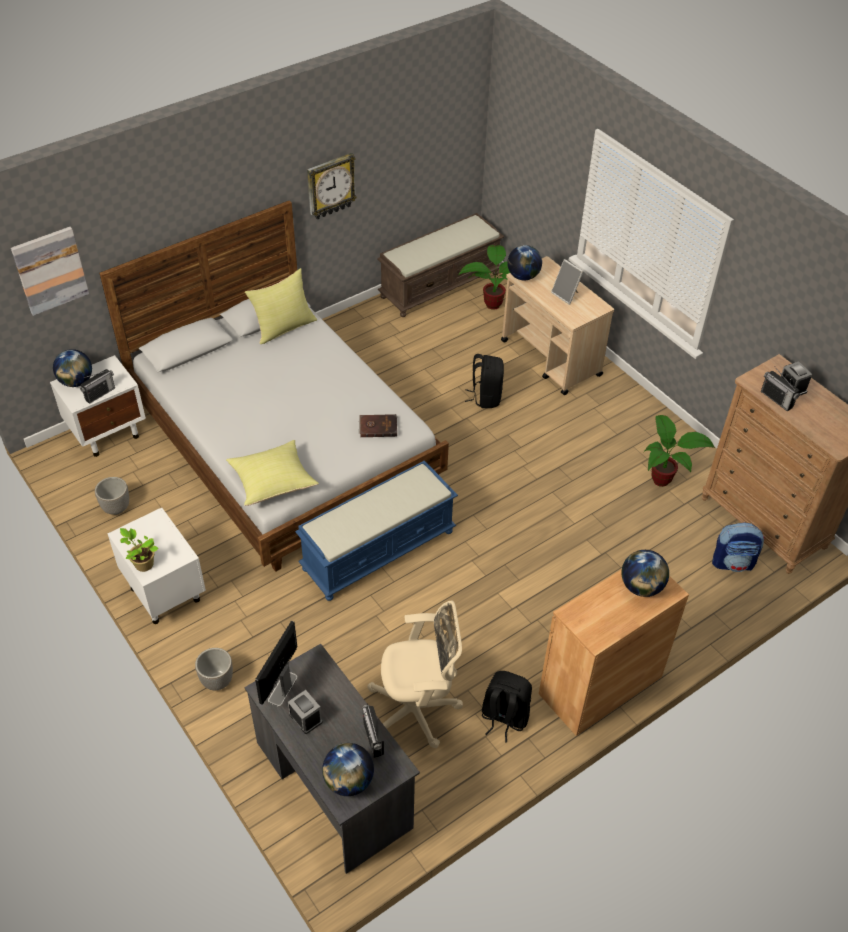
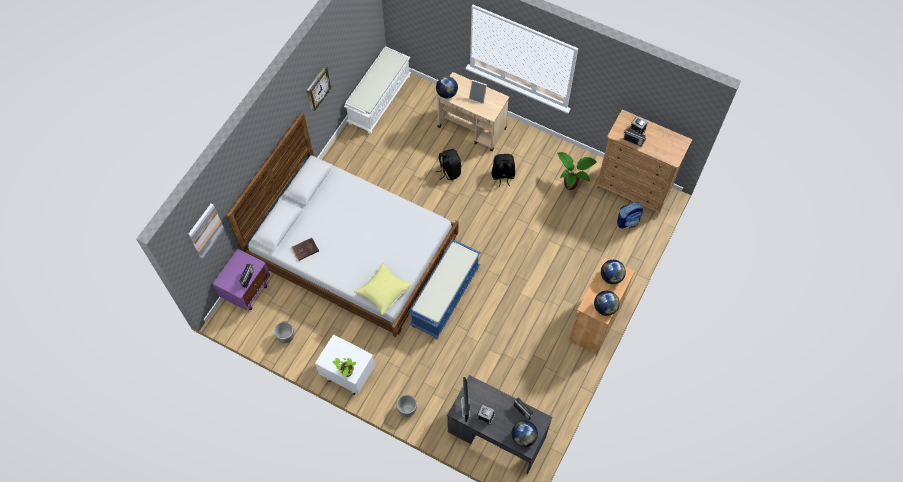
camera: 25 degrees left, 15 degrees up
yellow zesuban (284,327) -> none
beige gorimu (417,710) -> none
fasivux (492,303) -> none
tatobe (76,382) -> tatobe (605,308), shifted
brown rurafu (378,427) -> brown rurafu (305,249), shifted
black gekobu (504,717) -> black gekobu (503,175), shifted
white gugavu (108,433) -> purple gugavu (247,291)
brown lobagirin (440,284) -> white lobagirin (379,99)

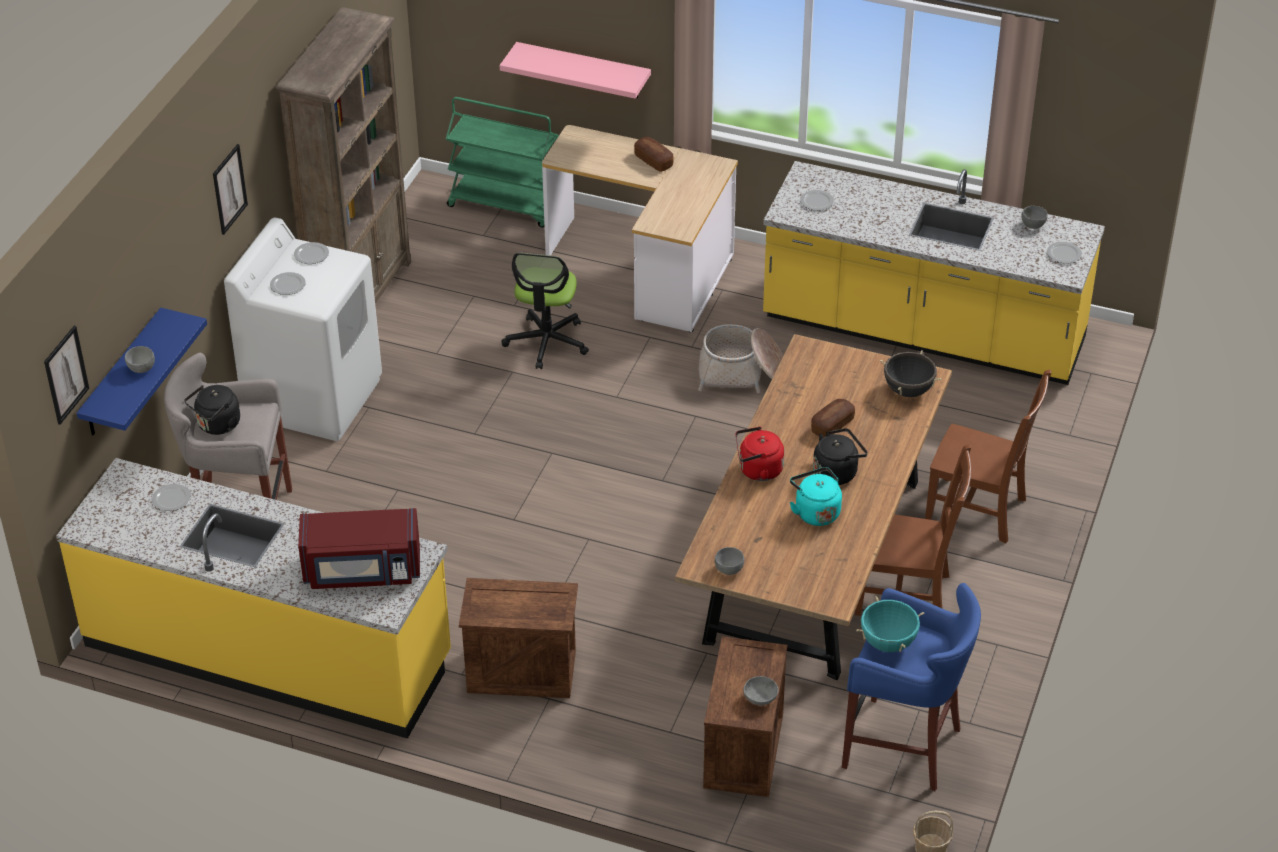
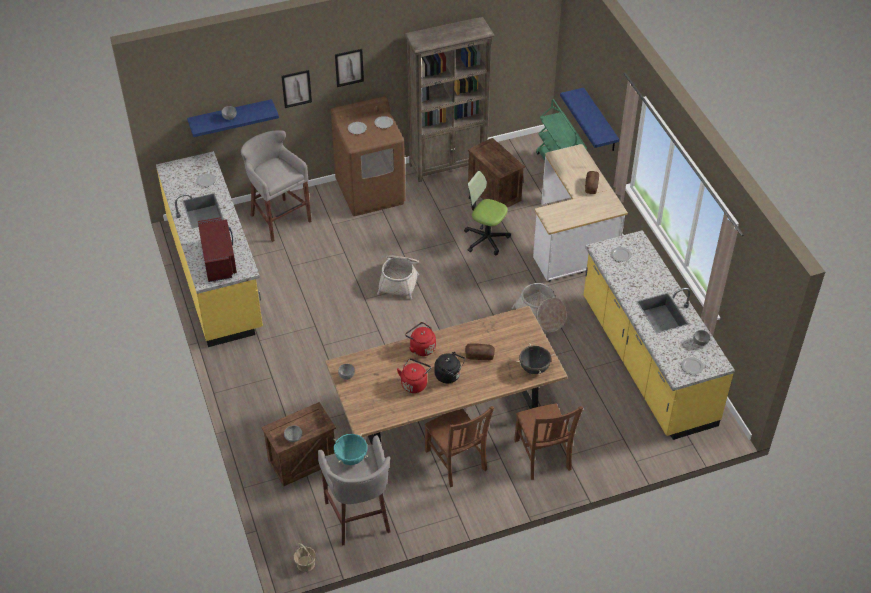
camera: 50 degrees right, 5 degrees up
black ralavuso (217,425) -> none
none -> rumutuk (399,280)
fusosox (66,374) -> fusosox (296,88), shifted
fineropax (520,672) -> fineropax (493,193), shifted
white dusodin (314,397) -> brown dusodin (371,192)
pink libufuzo (583,70) -> blue libufuzo (600,121)
turquoise ralavuso (815,512) -> red ralavuso (414,383)
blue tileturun (905,746) -> grey tileturun (359,518)
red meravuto (362,571) -> red meravuto (219,260), 150 degrees counterclockwise
gorimu (546,342) -> gorimu (486,239), 60 degrees clockwise

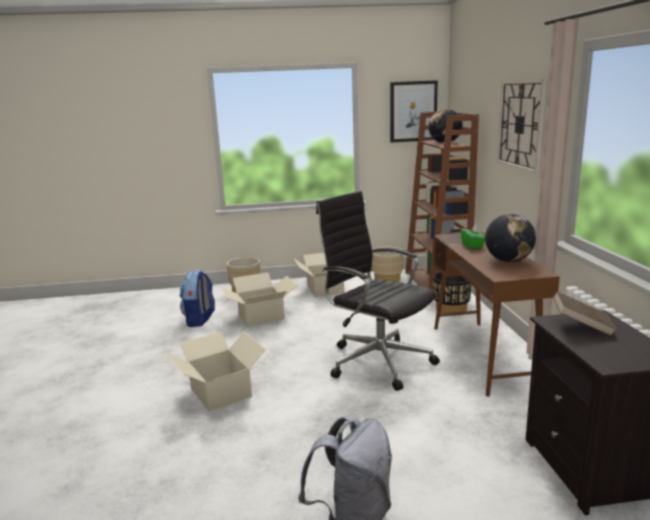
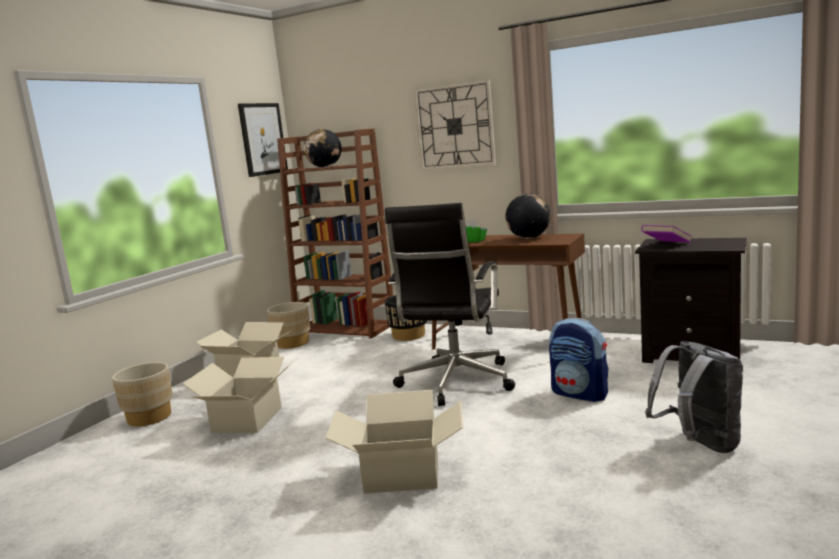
camera: 55 degrees left, 5 degrees down
gekobu (200,320) -> gekobu (580,394), shifted
brown rurafu (581,326) -> purple rurafu (666,245)
black gorimu (377,361) -> black gorimu (455,383), 60 degrees counterclockwise

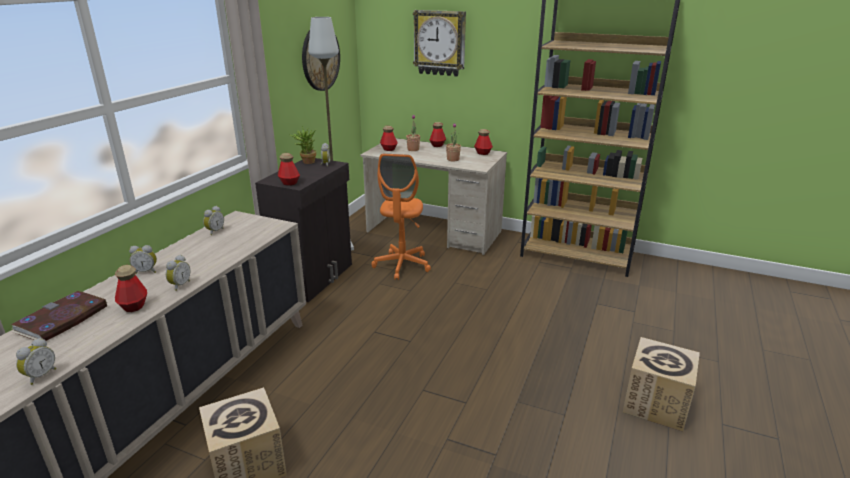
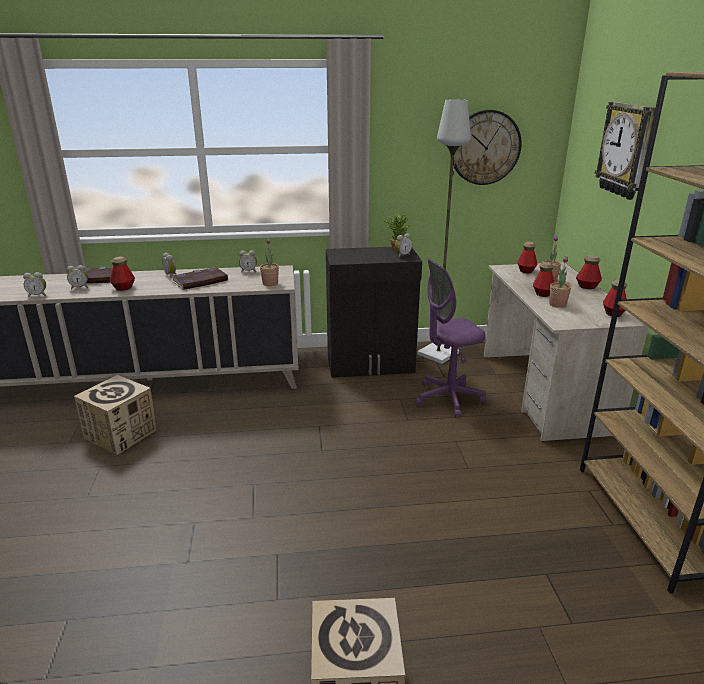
camera: 60 degrees right, 0 degrees up
none -> rurafu (200,281)
none -> fasivux (270,283)
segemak (179,285) -> segemak (80,287), shifted
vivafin (289,183) -> vivafin (542,294), shifted
orange gorimu (402,265) -> purple gorimu (448,398)

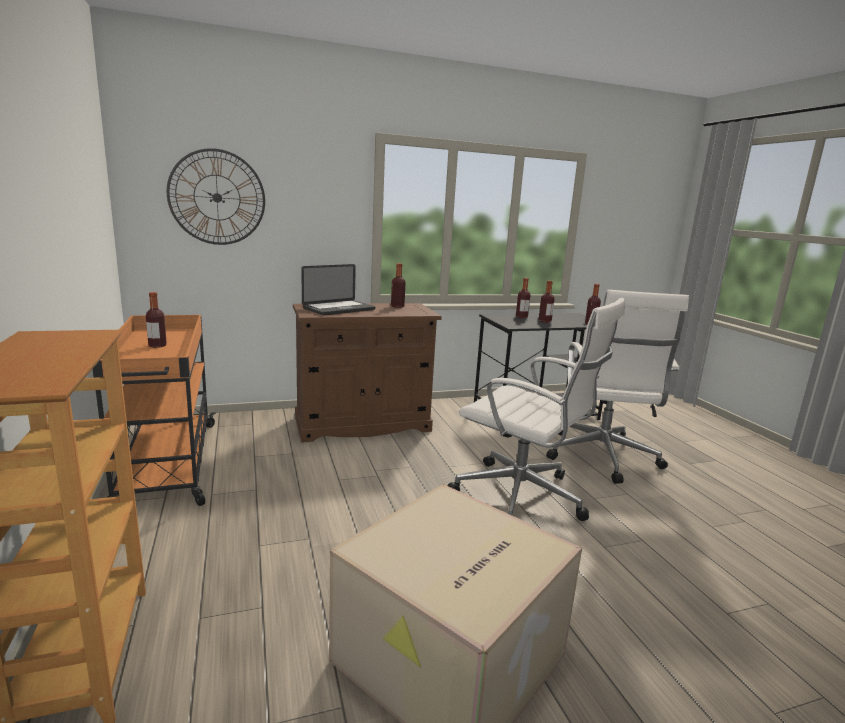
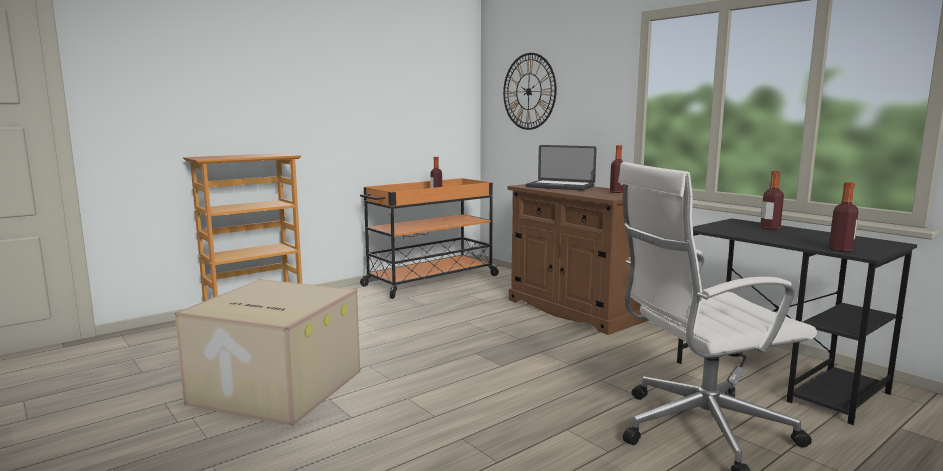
camera: 70 degrees right, 5 degrees down
white gorimu (522,498) -> none
vivafin (544,321) -> none

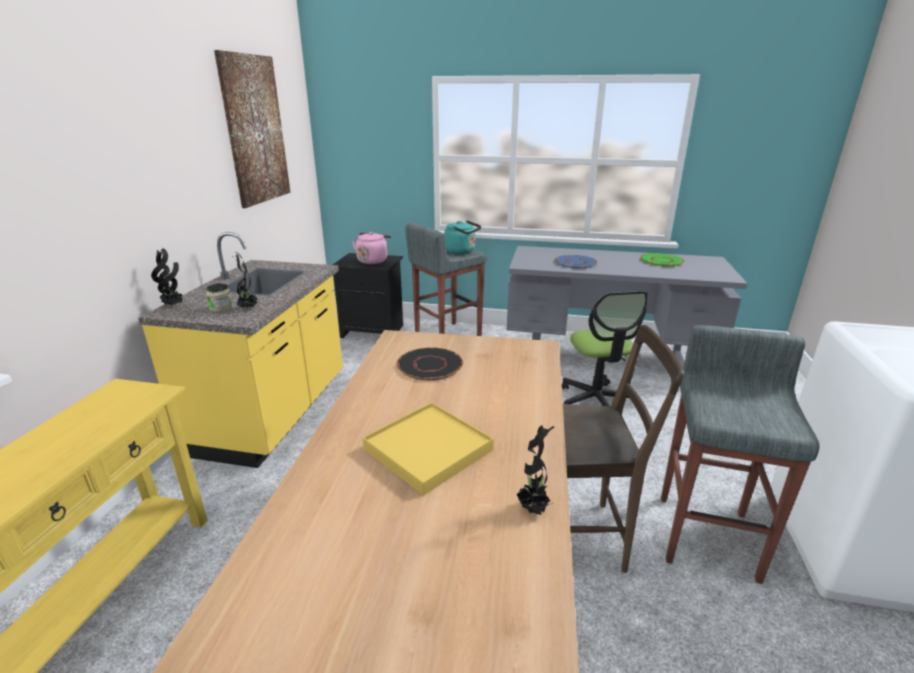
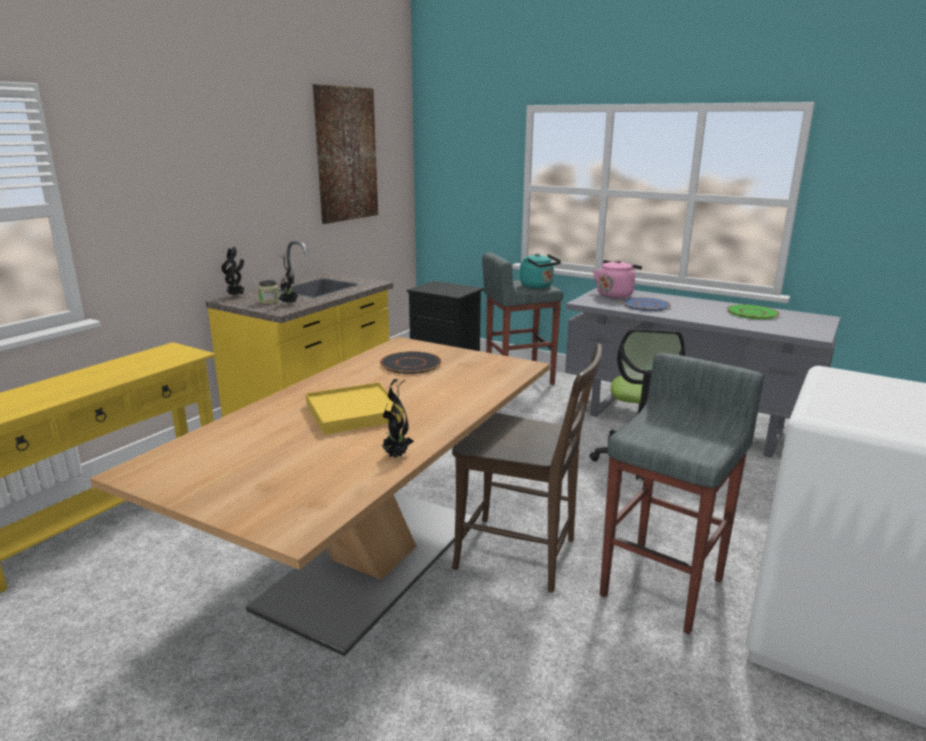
camera: 20 degrees right, 5 degrees down
pink ralavuso (373,260) -> pink ralavuso (615,294), shifted

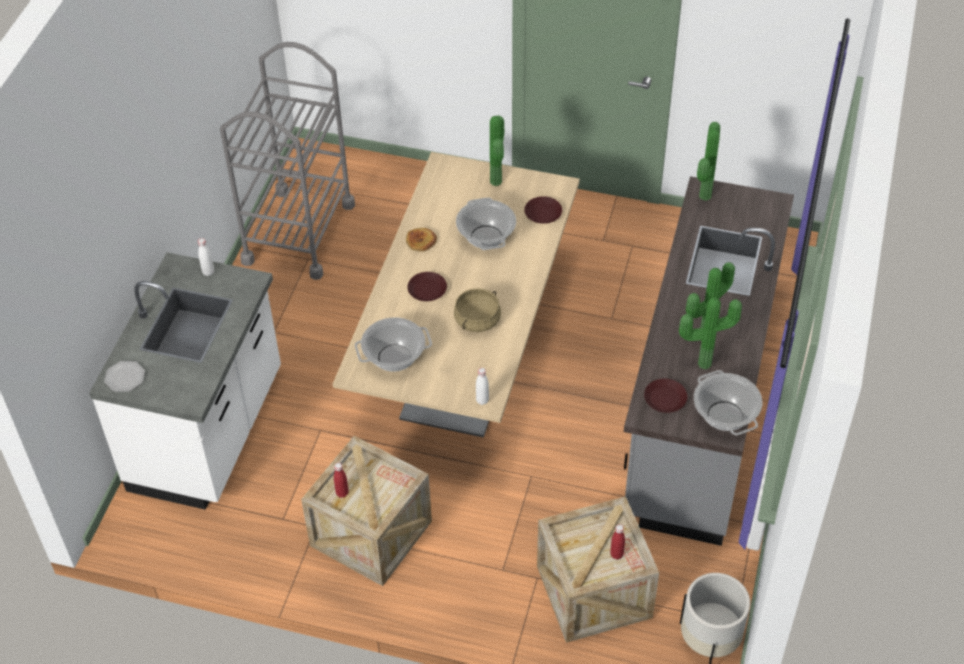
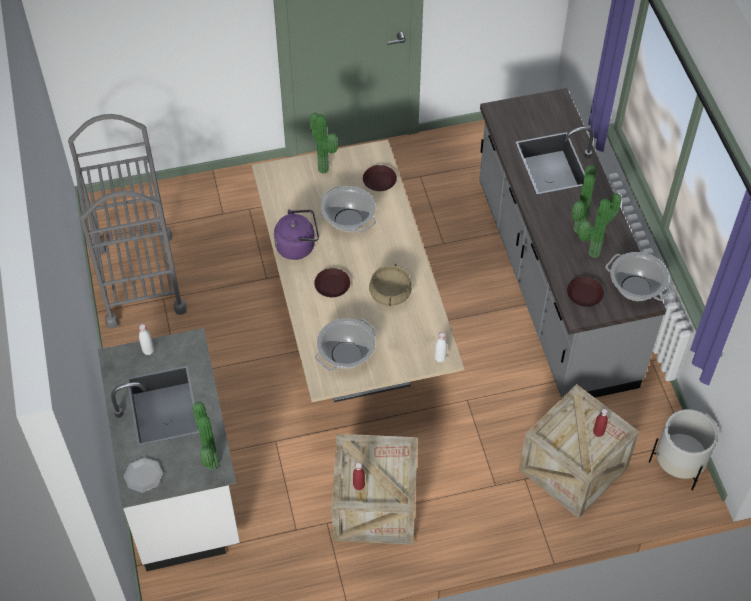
camera: 30 degrees left, 5 degrees up
fasivux (702,196) -> fasivux (210,465), shifted
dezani (421,241) -> purple ralavuso (298,246)

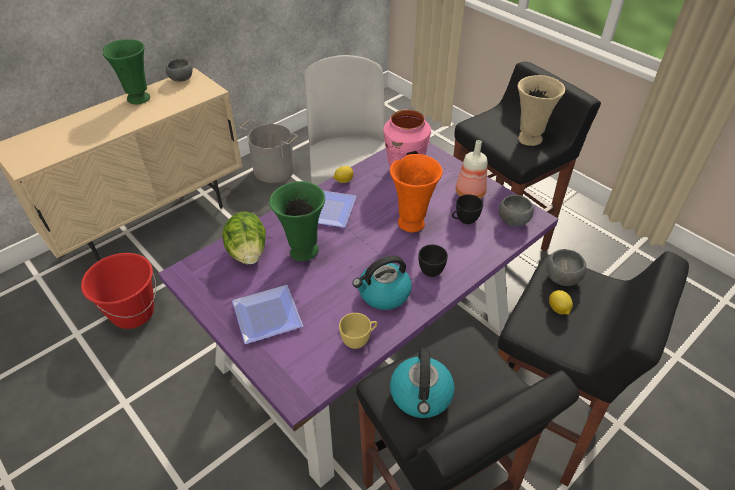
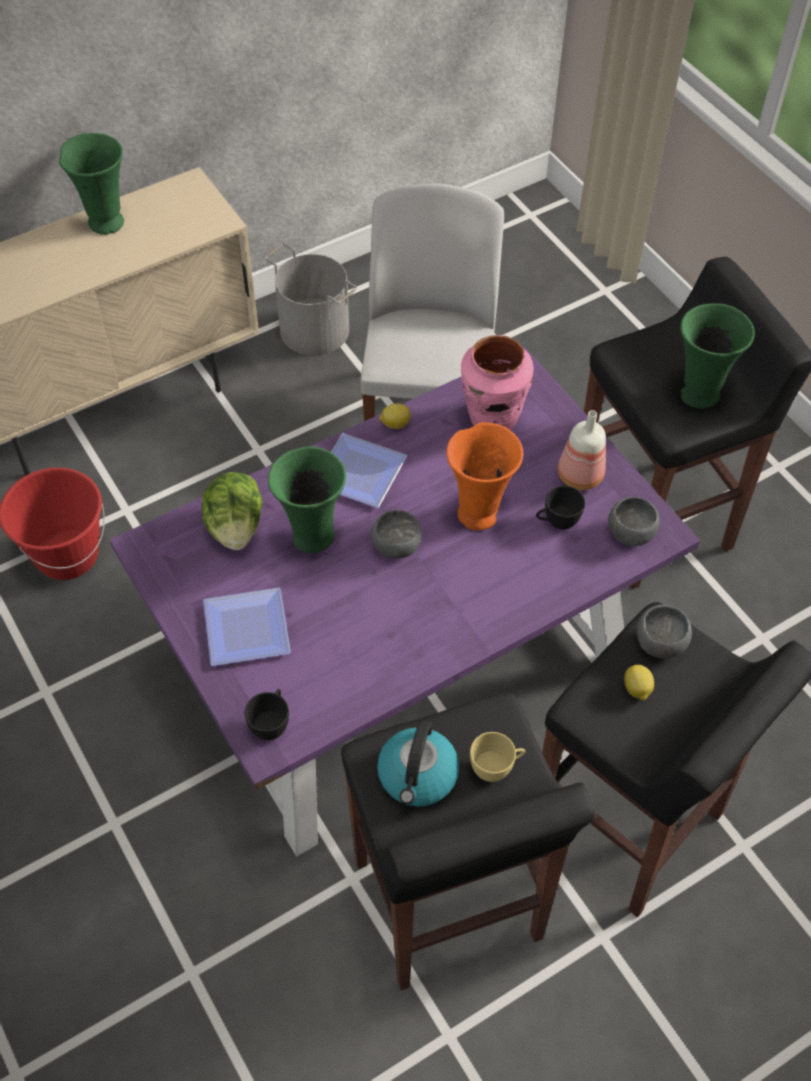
camera: 10 degrees right, 10 degrees up
ralavuso (383,294) -> none
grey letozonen (182,79) -> grey letozonen (397,547), shifted
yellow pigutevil (359,340) -> yellow pigutevil (496,767), shifted
black pigutevil (431,268) -> black pigutevil (271,723), shifted
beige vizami (528,139) -> green vizami (698,395)

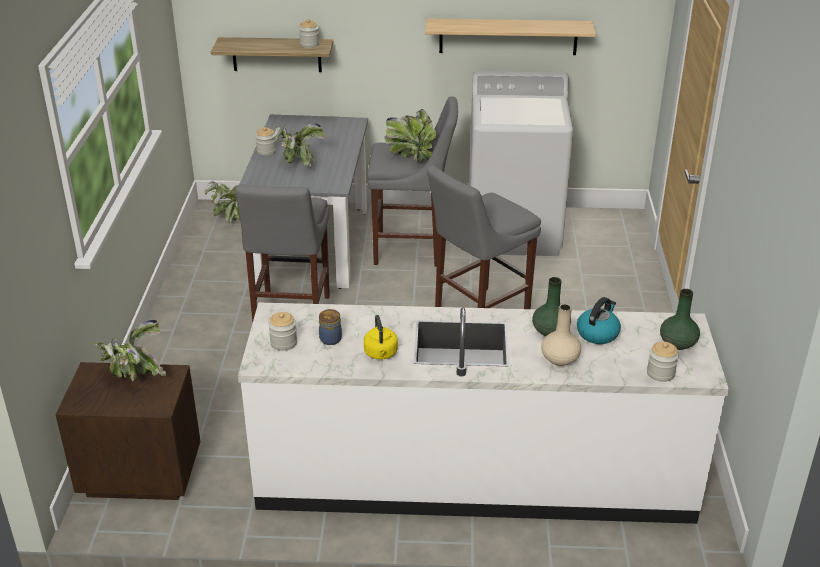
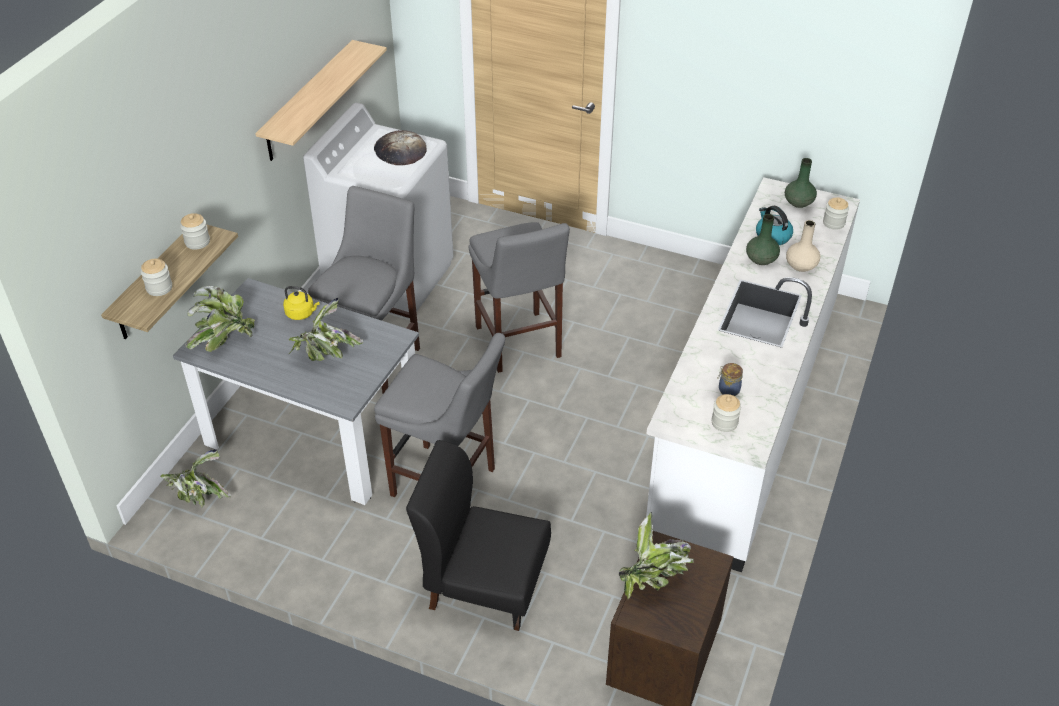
camera: 70 degrees left, 10 degrees up
none -> dezani (400,151)
none -> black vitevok (484,584)
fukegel (266,151) -> fukegel (159,288), shifted
yellow ralavuso (381,354) -> yellow ralavuso (301,313), shifted
fasivux (411,156) -> fasivux (223,339), shifted

